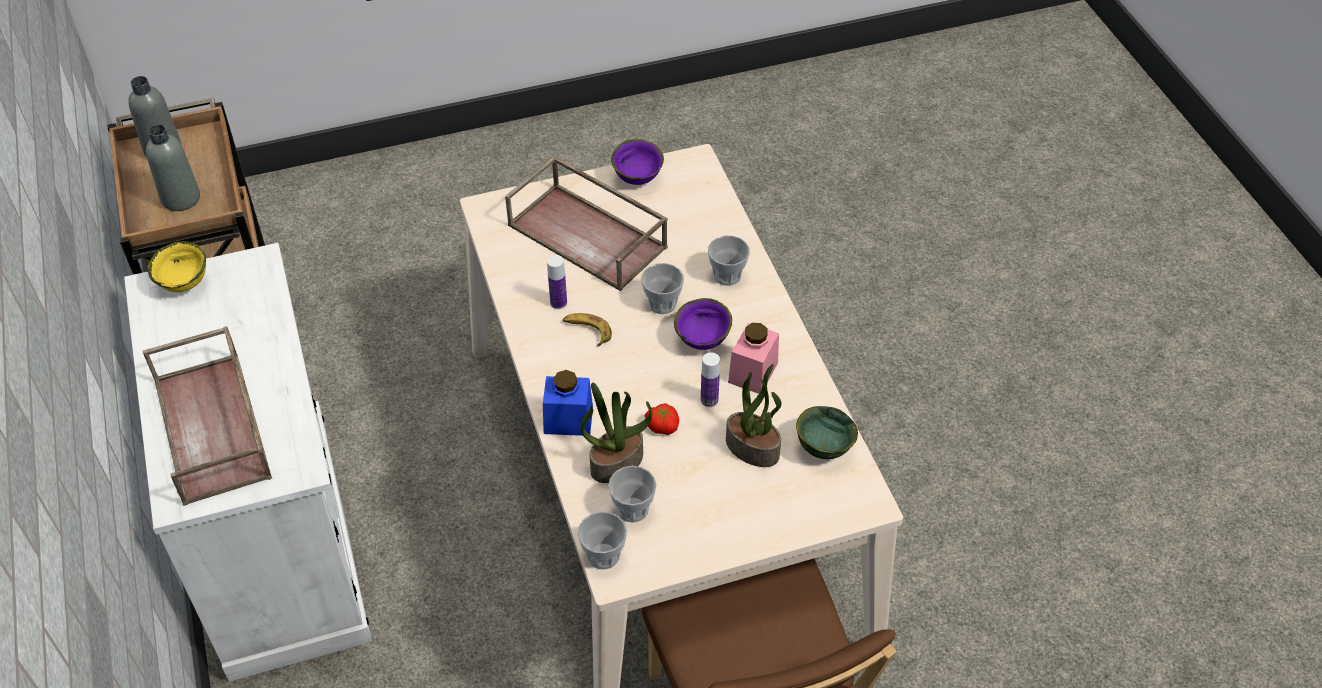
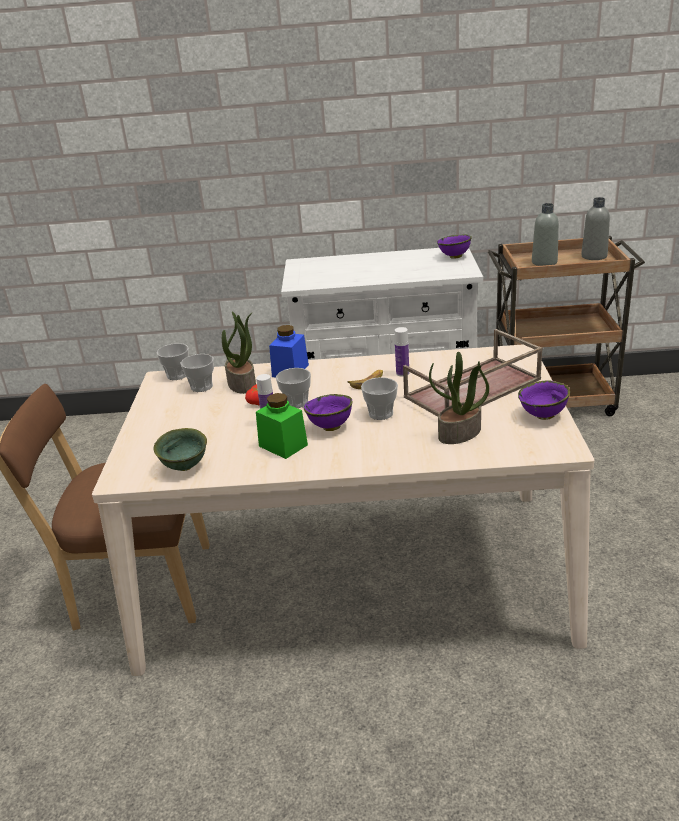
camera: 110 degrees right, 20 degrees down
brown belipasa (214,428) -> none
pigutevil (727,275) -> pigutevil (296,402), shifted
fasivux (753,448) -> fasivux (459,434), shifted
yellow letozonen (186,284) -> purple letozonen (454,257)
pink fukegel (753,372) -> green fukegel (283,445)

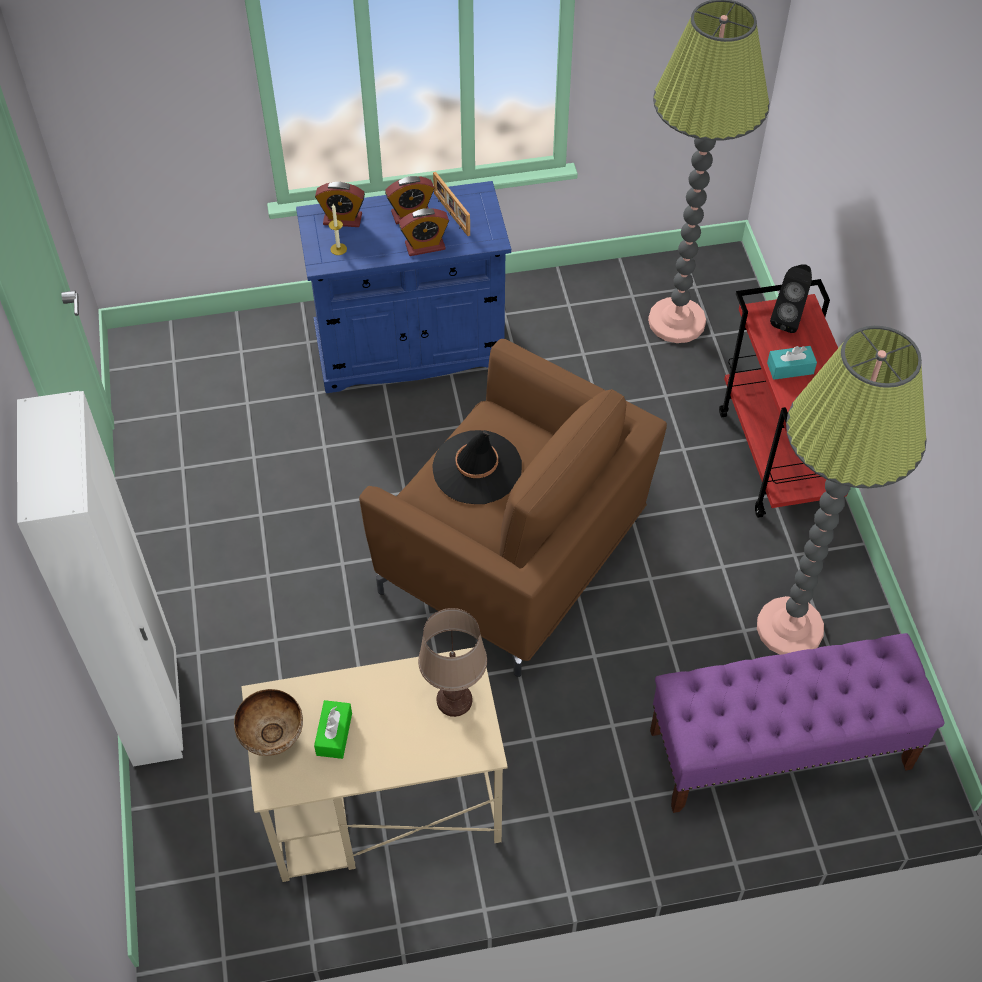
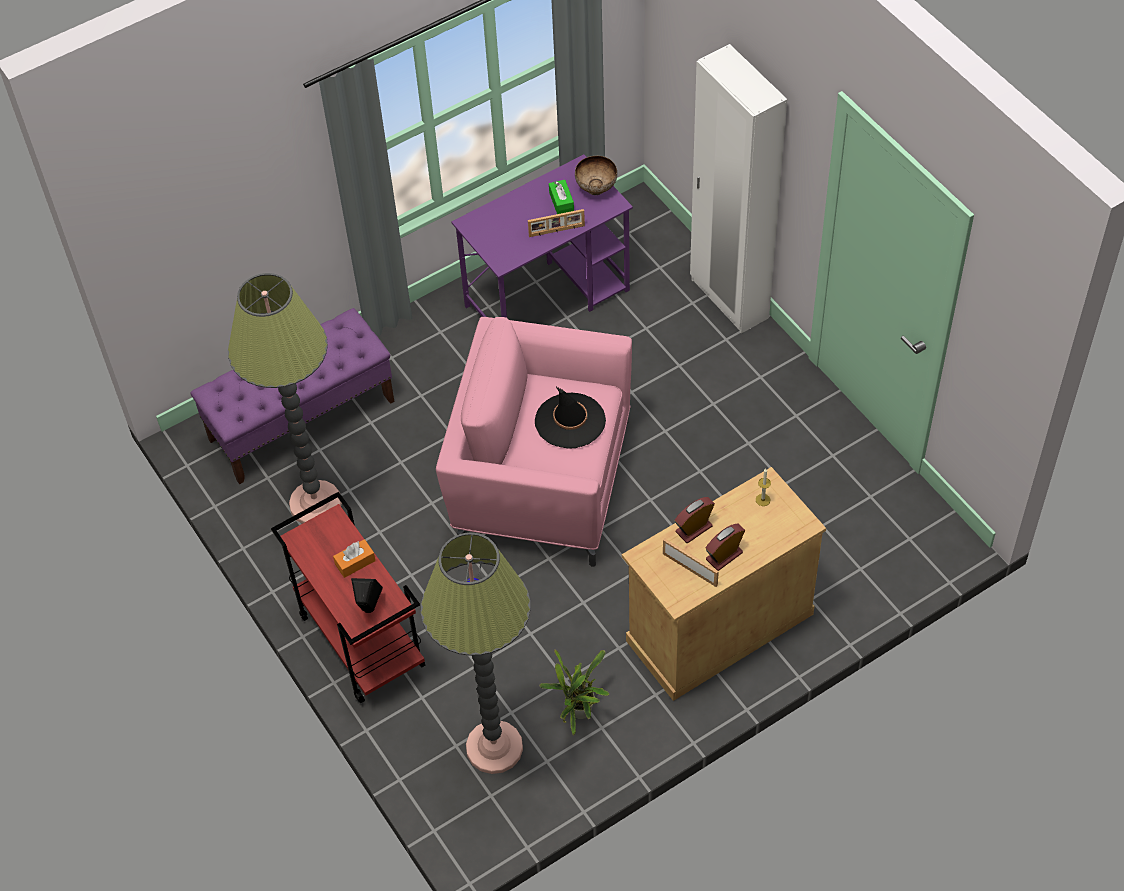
camera: 160 degrees right, 0 degrees up
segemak (342,219) -> none
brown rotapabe (454,700) -> none
none -> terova (557,231)
none -> fasivux (579,714)
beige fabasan (382,808) -> purple fabasan (548,297)
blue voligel (410,348) -> beige voligel (719,627)
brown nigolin (513,558) -> pink nigolin (541,480)
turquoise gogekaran (790,368) -> orange gogekaran (355,562)

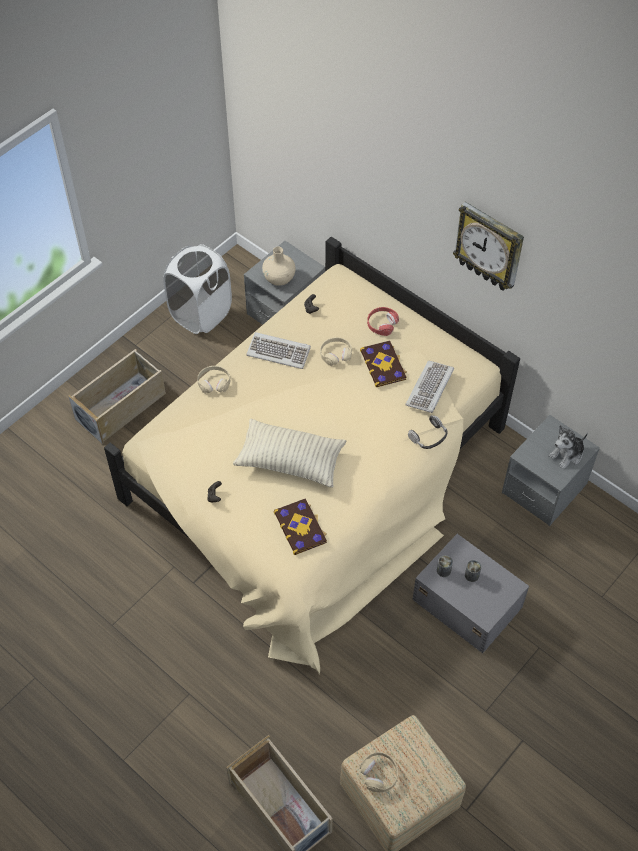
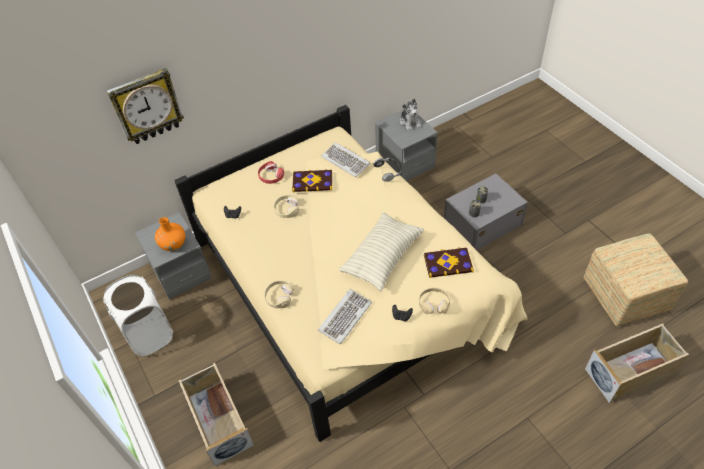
camera: 70 degrees left, 5 degrees down
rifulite (279,352) -> rifulite (344,317), shifted
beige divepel (379,774) -> beige divepel (434,303), shifted
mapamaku (489,247) -> mapamaku (147,106), shifted
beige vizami (279,278) -> orange vizami (173,244)

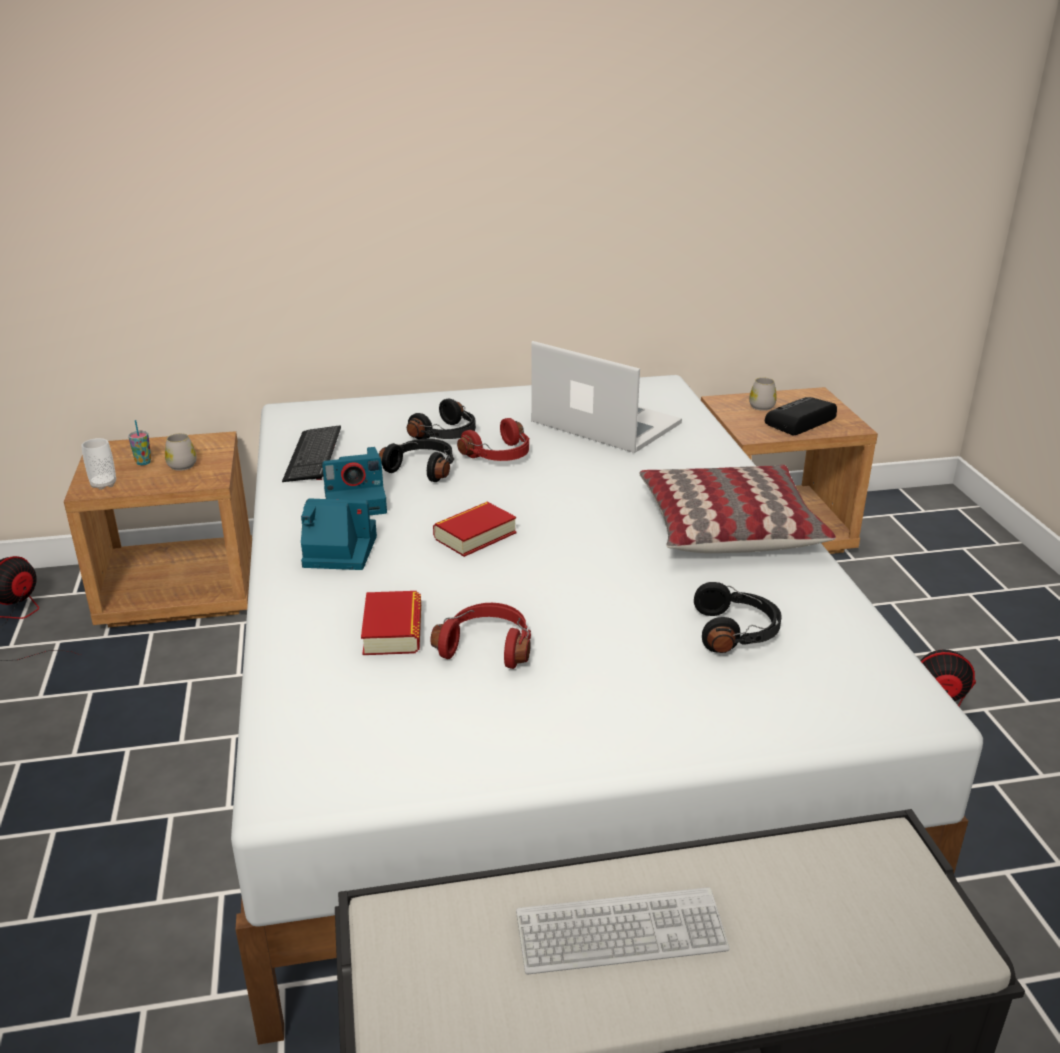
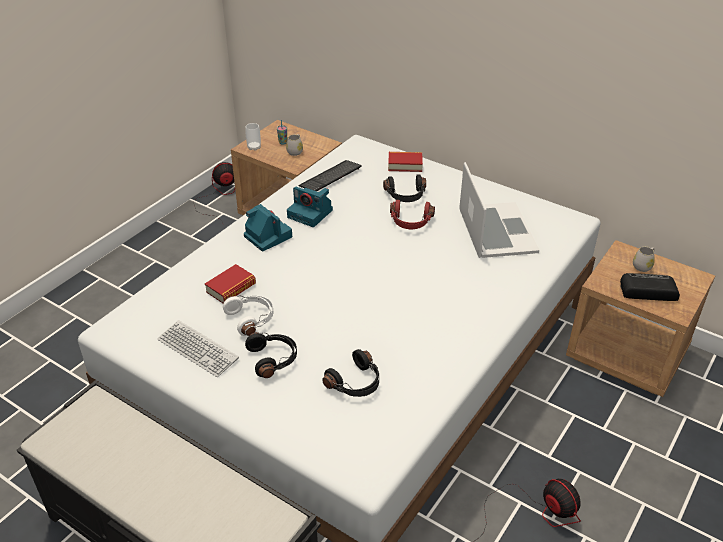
camera: 45 degrees right, 10 degrees up
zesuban (728,527) -> none
black divepel (423,468) -> black divepel (273,359), shifted
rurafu (475,535) -> rurafu (405,165), shifted
rifulite (620,933) -> rifulite (197,349), shifted
red divepel (487,646) -> white divepel (251,319)

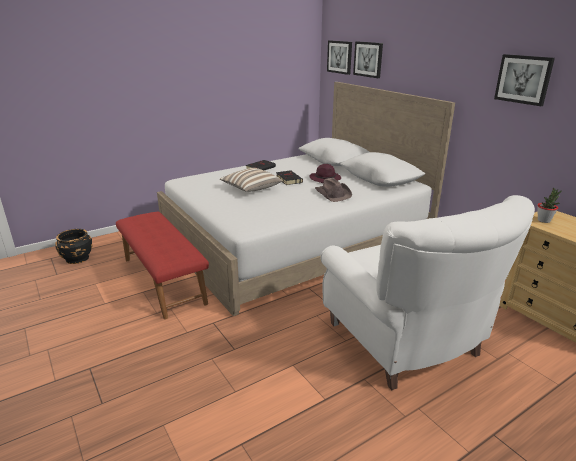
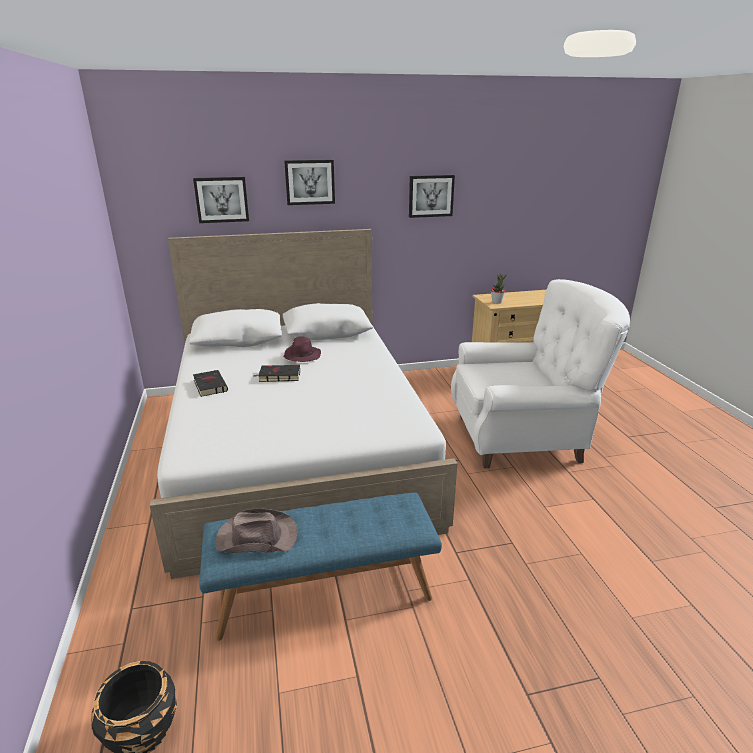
camera: 70 degrees left, 0 degrees up
zesuban (251,189) -> none
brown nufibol (333,194) -> brown nufibol (256,537), shifted
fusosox (340,57) -> fusosox (310,182), shifted
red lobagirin (164,280) -> blue lobagirin (323,590)

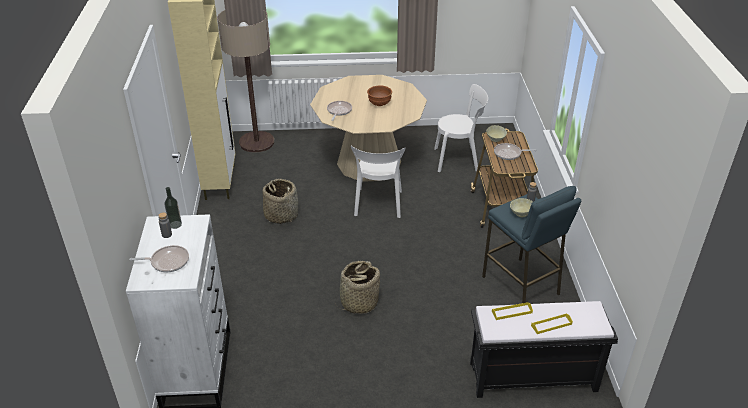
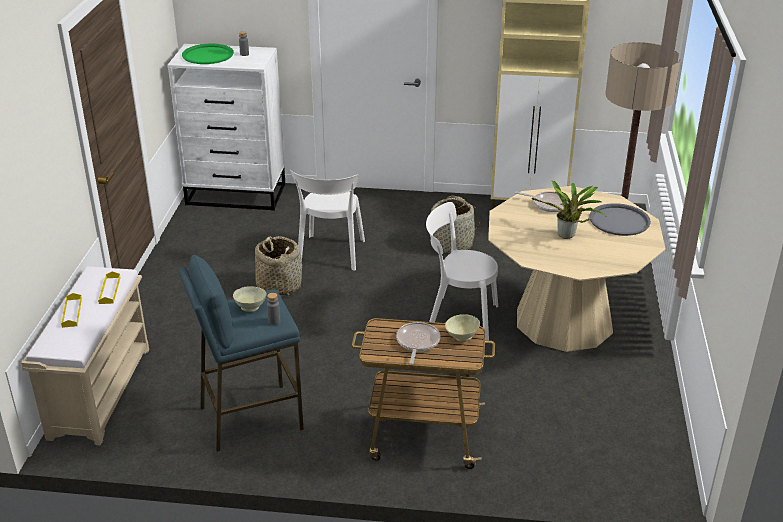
camera: 100 degrees right, 5 degrees down
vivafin (175,224) -> none
none -> grey belipasa (619,220)
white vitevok (458,159) -> white vitevok (330,254), shifted
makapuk (167,261) -> green belipasa (208,55)
brown letozonen (379,104) -> fasivux (567,236)
black lobagirin (531,377) -> beige lobagirin (100,391)

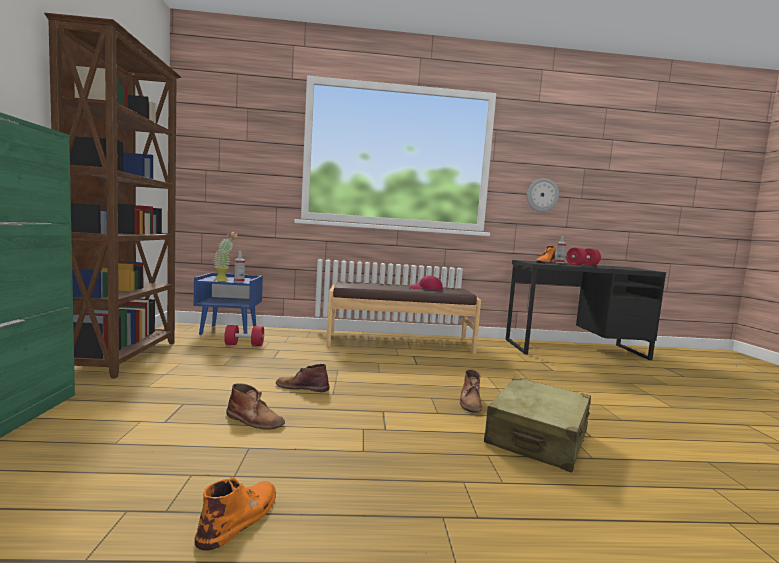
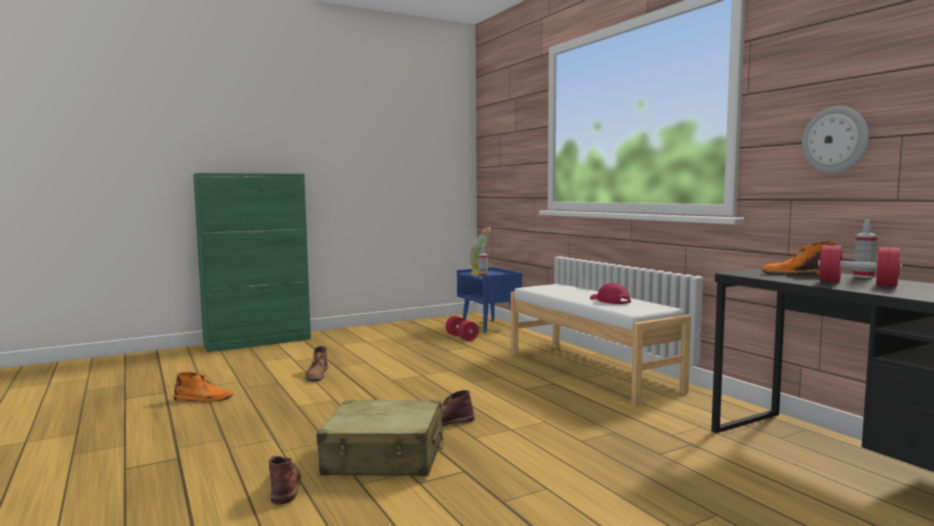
camera: 65 degrees right, 0 degrees up
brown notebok (126,357) -> none
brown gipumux (302,387) -> brown gipumux (284,485), shifted
brown lobagirin (399,343) -> white lobagirin (590,371)

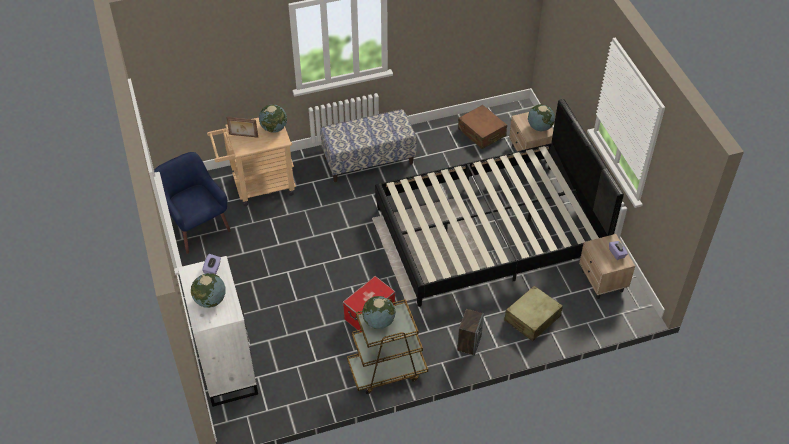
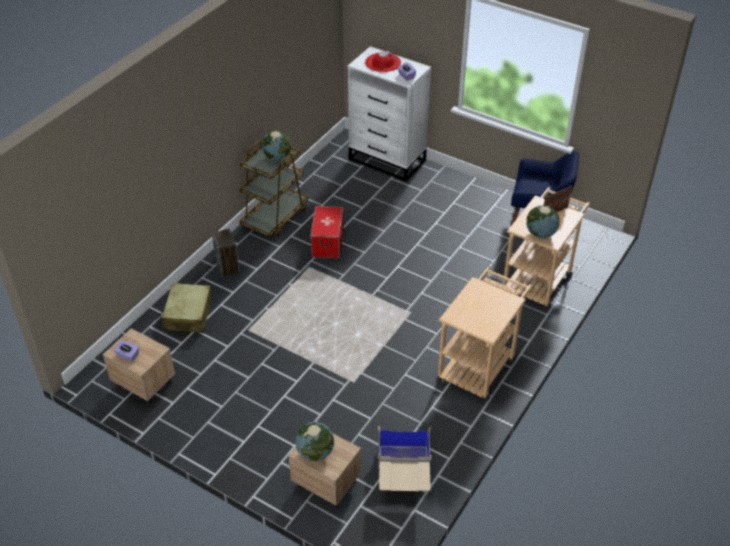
camera: 140 degrees right, 5 degrees down
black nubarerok (489,233) -> none
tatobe (210,300) -> red nufibol (382,62)
lobagirin (368,160) -> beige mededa (479,364)
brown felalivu (482,133) -> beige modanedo (403,476)

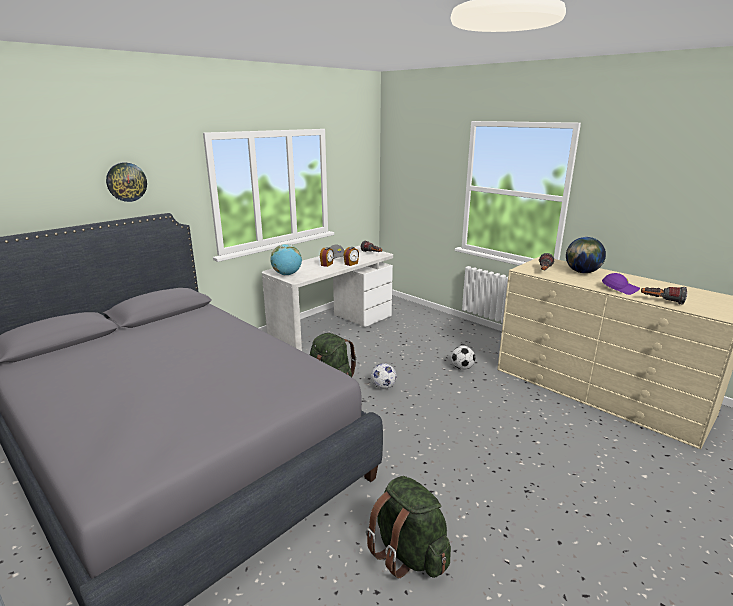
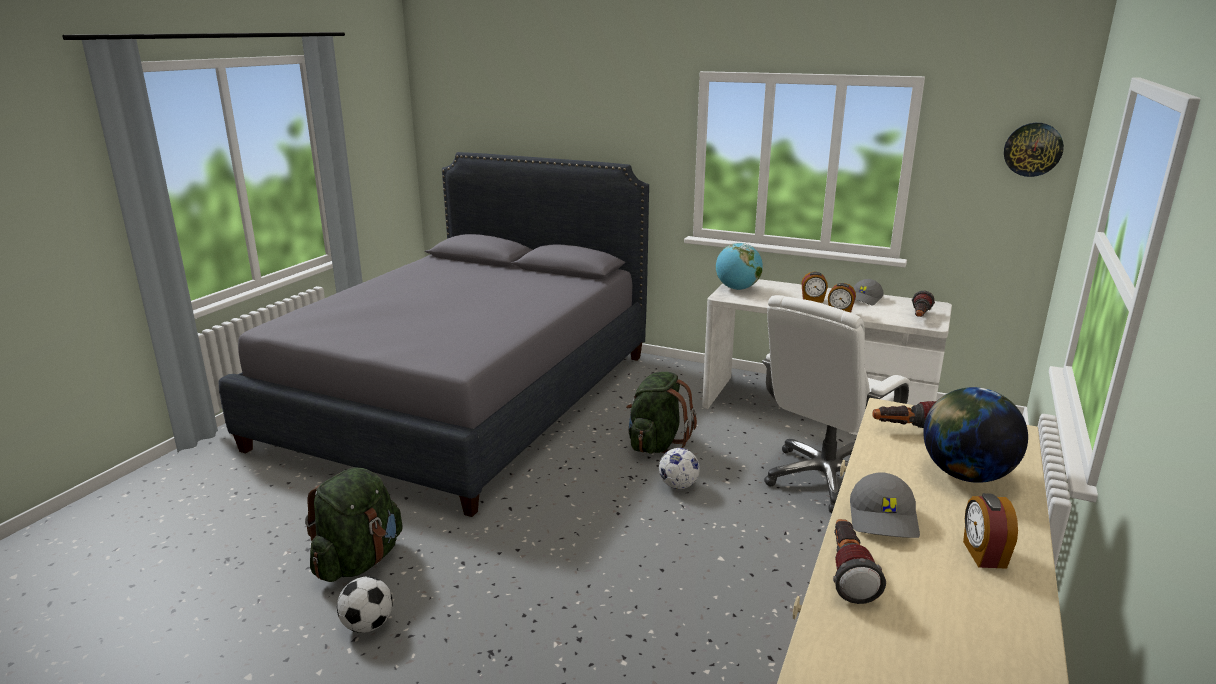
camera: 70 degrees right, 0 degrees up
none -> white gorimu (825,479)
none -> segemak (983,554)
mapamaku (126,182) -> mapamaku (1033,149), shifted
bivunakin (462,368) -> bivunakin (367,625), shifted
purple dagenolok (619,289) -> grey dagenolok (884,519)

